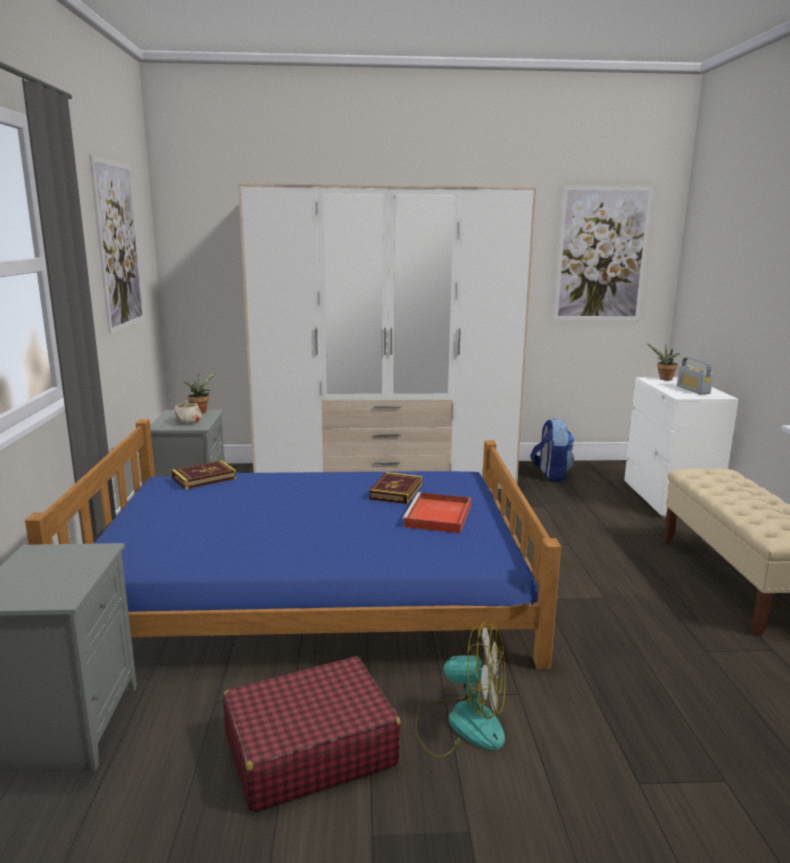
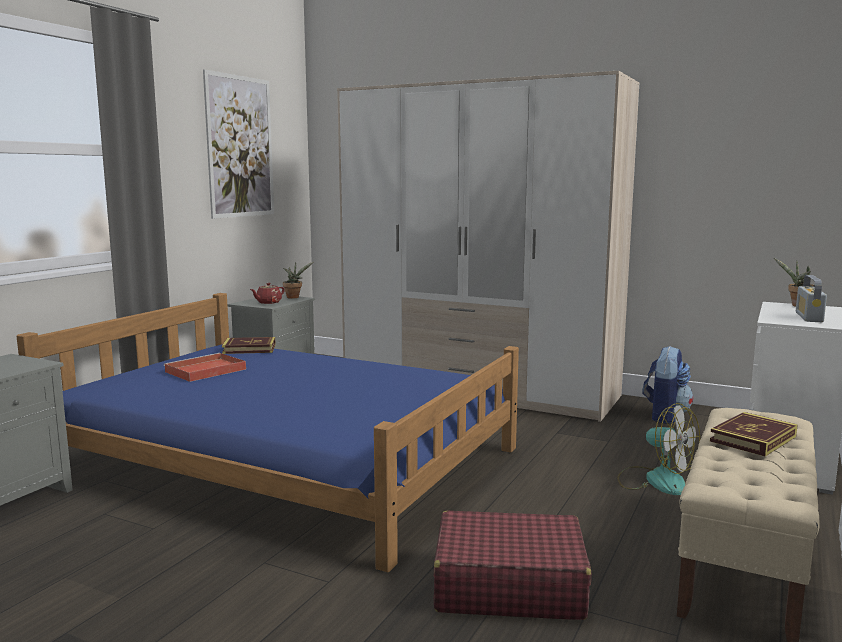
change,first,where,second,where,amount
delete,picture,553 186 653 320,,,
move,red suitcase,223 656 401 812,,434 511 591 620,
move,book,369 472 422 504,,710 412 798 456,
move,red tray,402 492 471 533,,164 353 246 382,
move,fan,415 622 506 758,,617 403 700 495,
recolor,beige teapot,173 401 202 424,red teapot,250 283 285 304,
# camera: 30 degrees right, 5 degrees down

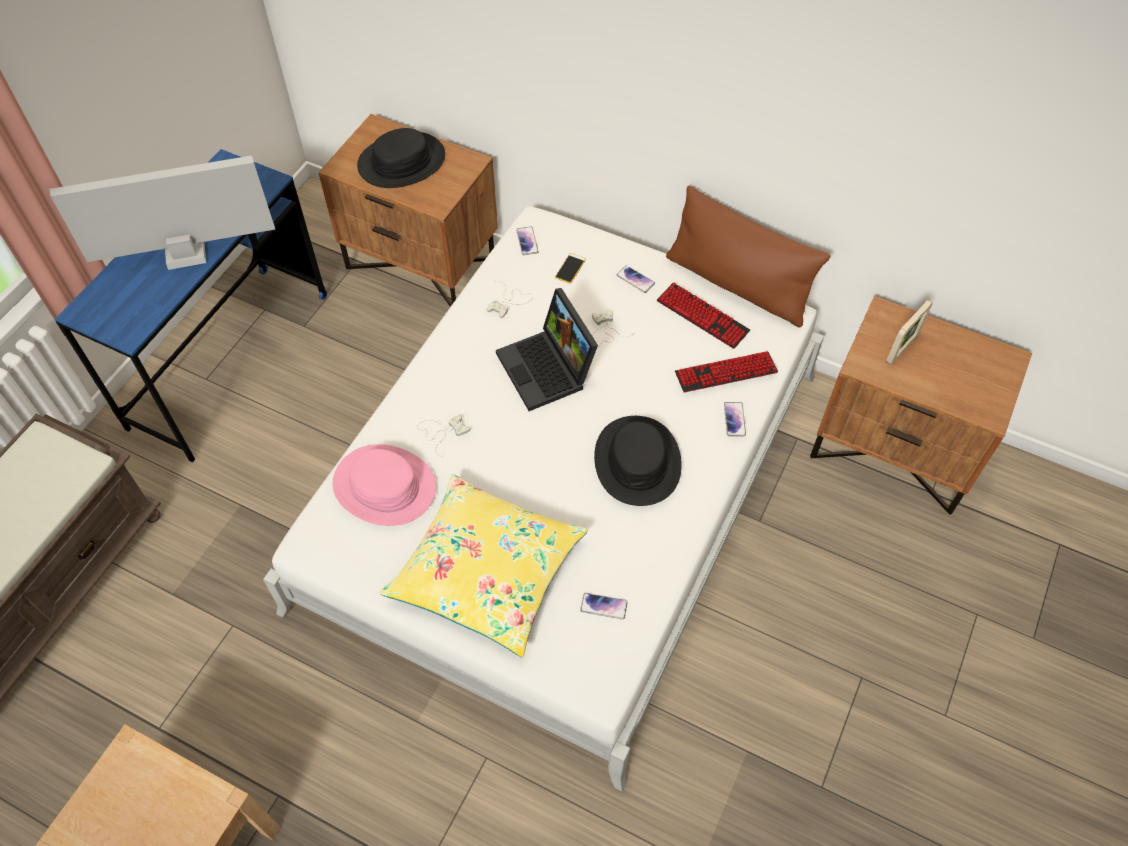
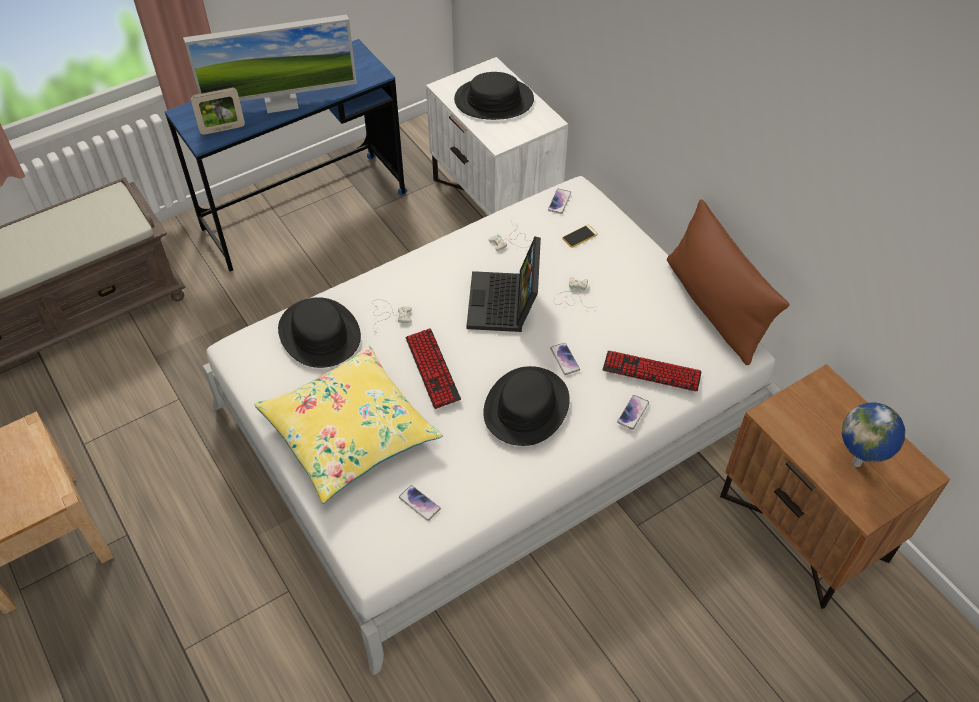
change,first,where,second,where,amount
insert,,,globe,842 402 905 467,
move,phone,617 265 655 293,,550 343 580 375,
move,keyboard,657 282 750 349,,405 328 461 409,
move,picture frame,886 300 933 365,,191 88 245 135,
recolor,brown nightstand,319 114 498 307,white nightstand,426 57 568 216,
recolor,pink hat,332 444 436 526,black hat,278 297 361 368,
rotate,monitor,49 156 275 270,,183 14 357 113,150 degrees clockwise
# camera: 30 degrees right, 5 degrees down

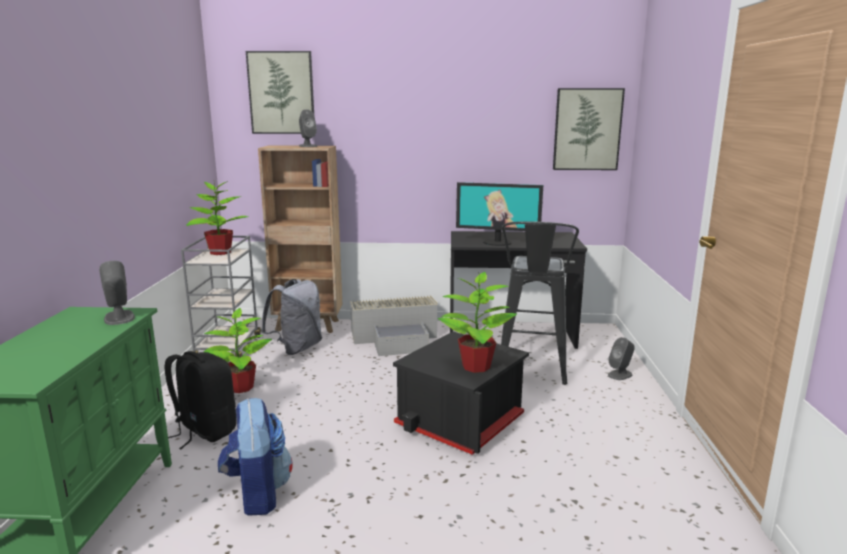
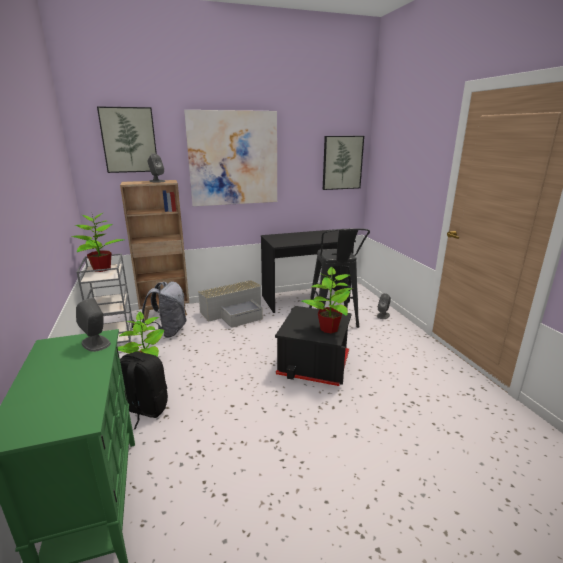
change,first,where,second,where,amount
delete,backpack,218 398 293 516,,,
delete,monitor,456 182 543 246,,,
insert,,,picture,184 110 277 206,
# camera: 20 degrees left, 5 degrees up

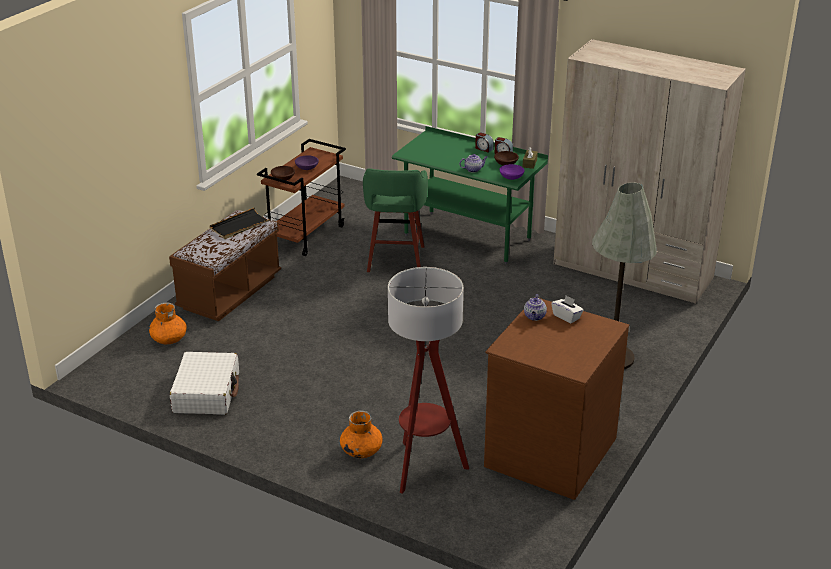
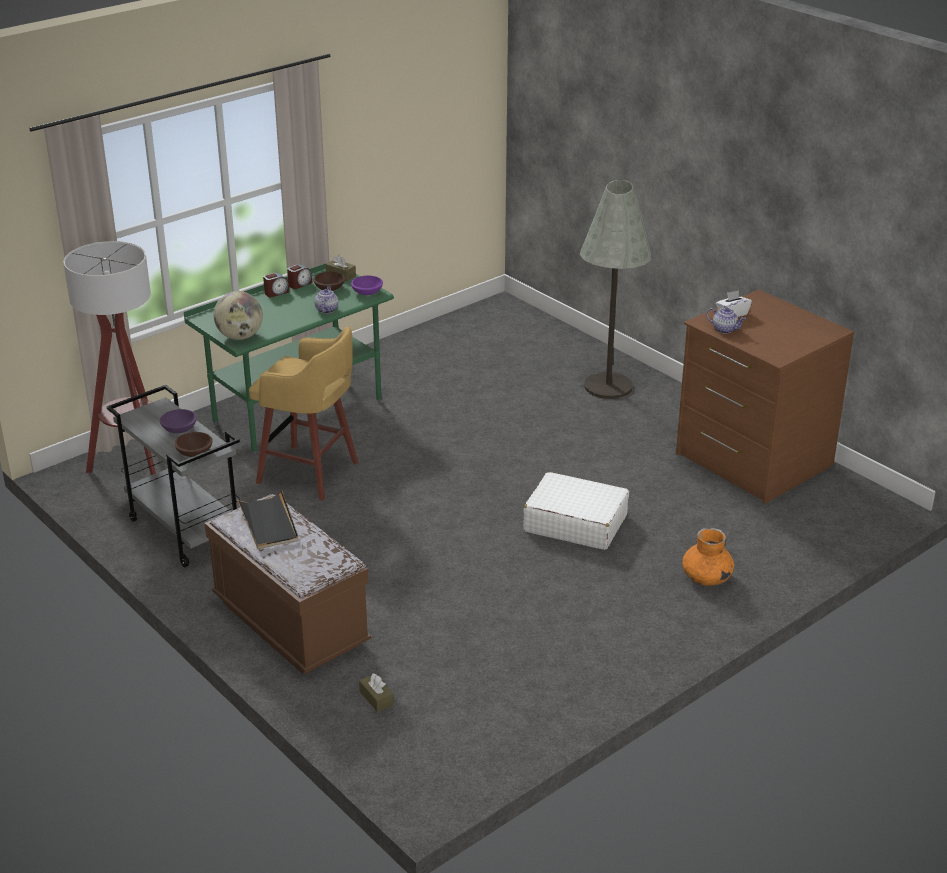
change,first,where,second,where,amount
delete,beige wardrobe,553 39 746 304,,,
insert,,,globe,214 291 263 340,
move,white suitcase,170 352 239 415,,523 472 629 550,
move,floor lamp,388 267 469 493,,63 241 156 475,
replace,orange vase,149 302 187 345,brown tissue box,359 673 394 712,
recolor,brown cart,257 139 346 256,grey cart,107 385 240 568,
recolor,green stool,363 168 428 272,yellow stool,249 327 358 500,
# camera: 70 degrees left, 0 degrees up

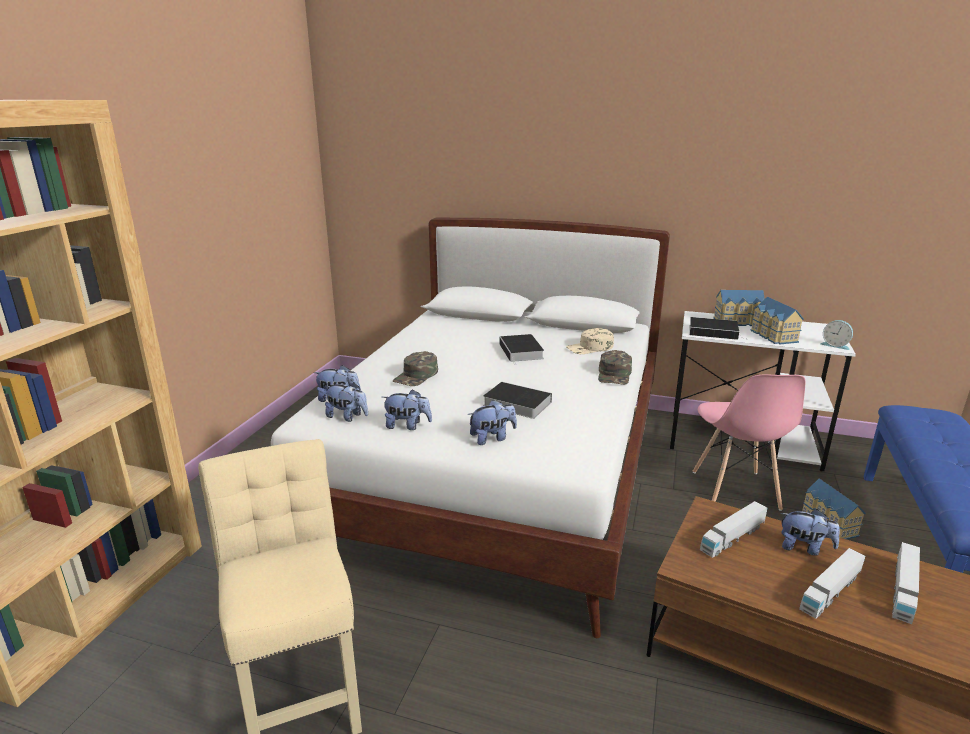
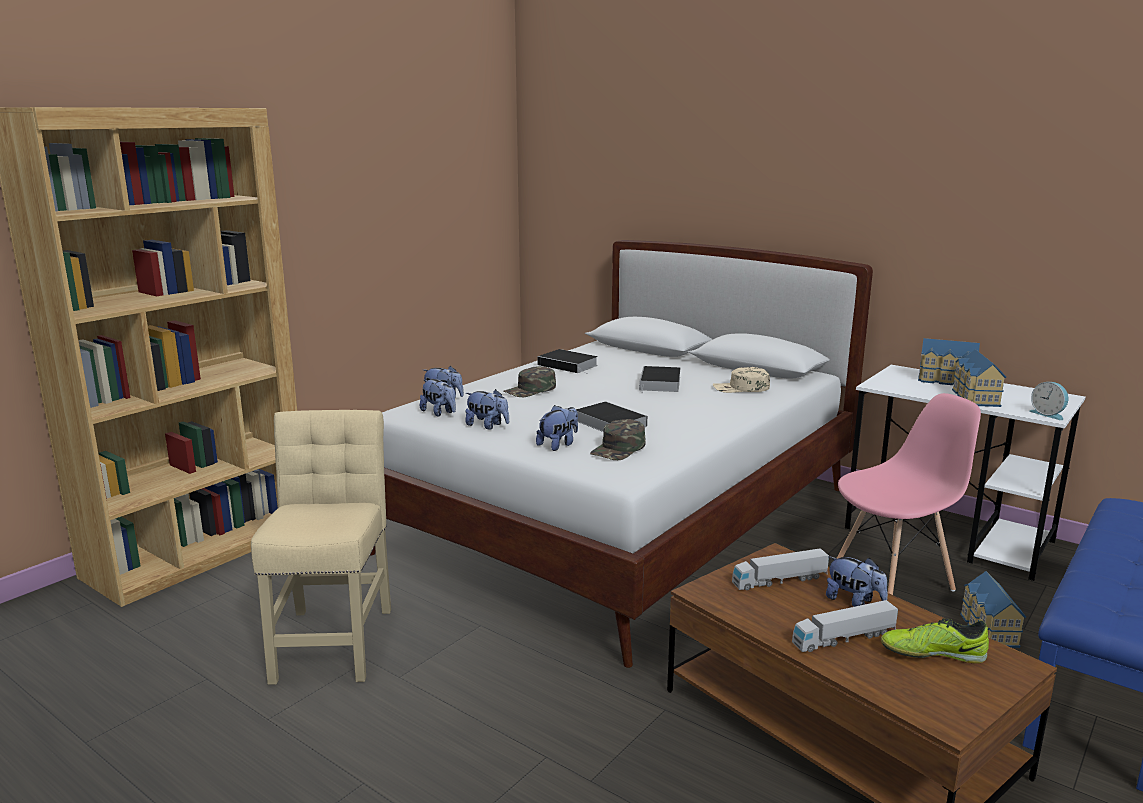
change,first,where,second,where,amount
move,green cap,598 350 632 385,,590 419 646 460,
move,book,689 317 746 340,,538 349 598 374,
replace,toy truck,892 542 920 624,shoe,881 618 989 664,
rotate,plush toy,468 400 517 445,,536 405 578 451,45 degrees counterclockwise
rotate,pink chair,693 375 805 511,,836 393 981 595,135 degrees counterclockwise
# camera: 20 degrees right, 5 degrees down

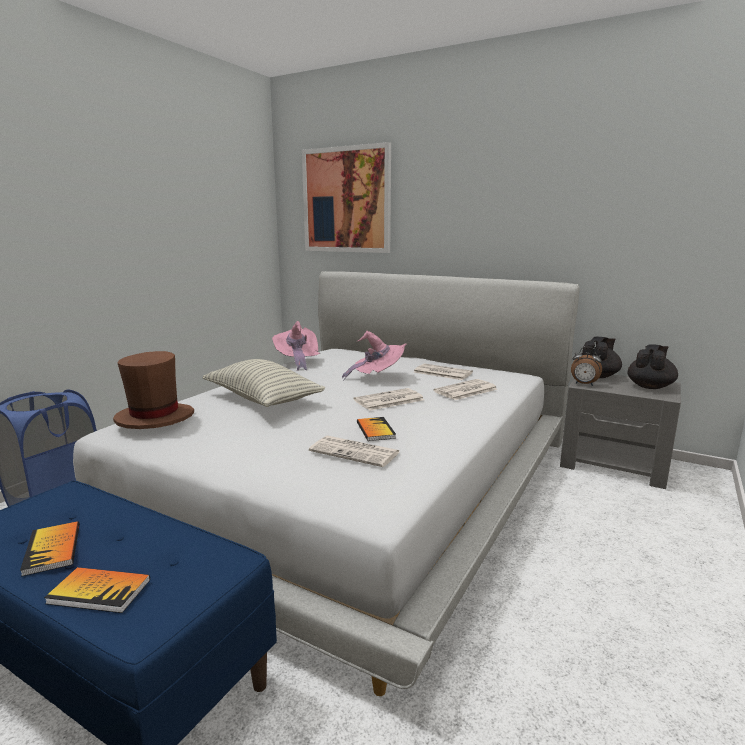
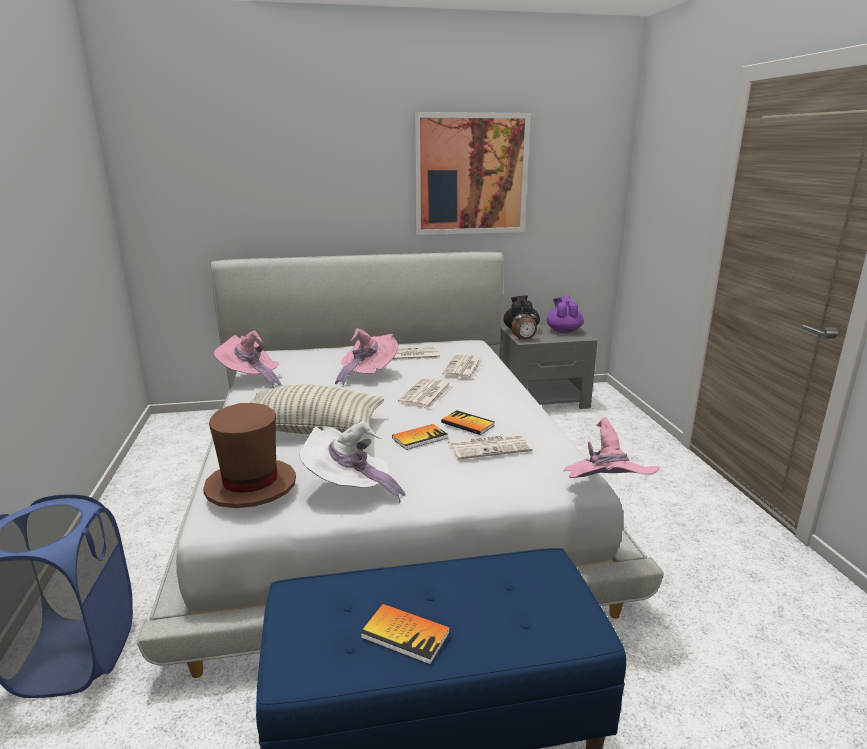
change,first,where,second,where,amount
insert,,,white hat,299 421 406 503,
insert,,,pink hat,563 417 660 478,
move,book,44 567 150 613,,392 424 448 450,
move,picture,302 142 391 253,,414 112 531 235,
recolor,black teapot,628 344 678 389,purple teapot,547 296 584 333,
# camera: 40 degrees left, 5 degrees up

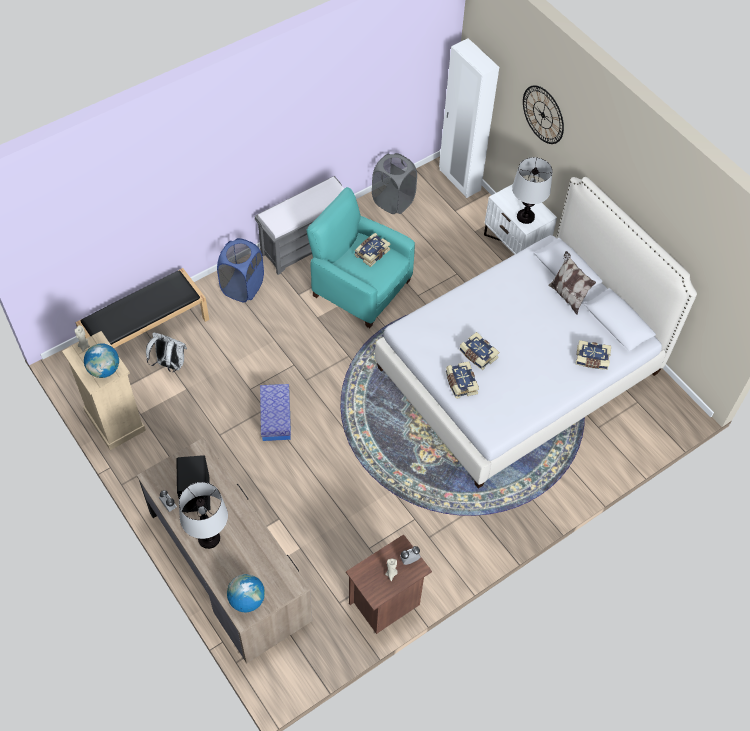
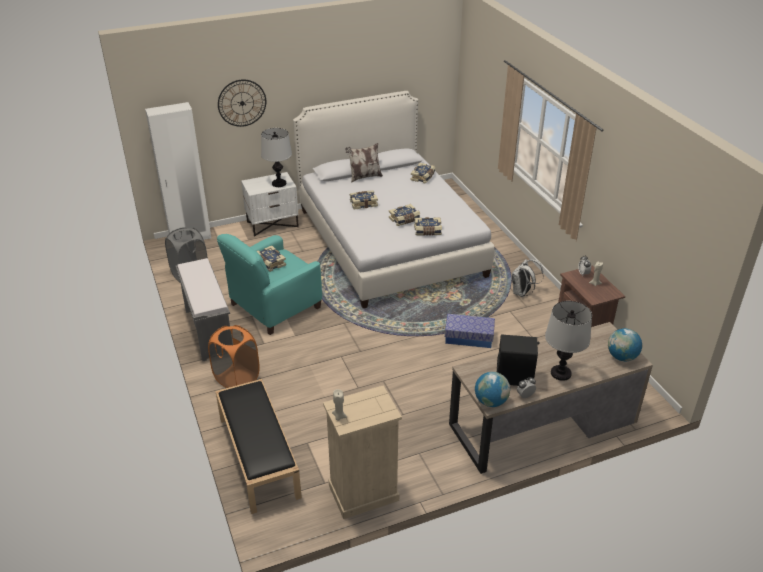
change,first,where,second,where,amount
insert,,,book,350 190 378 210,
move,globe,84 343 119 378,,475 372 510 407,
move,white backpack,146 332 187 372,,511 259 543 297,
move,storage box,260 384 291 441,,445 314 495 348,
recolor,blue laundry basket,217 238 264 302,orange laundry basket,208 325 260 388,
# camera: 75 degrees left, 20 degrees down

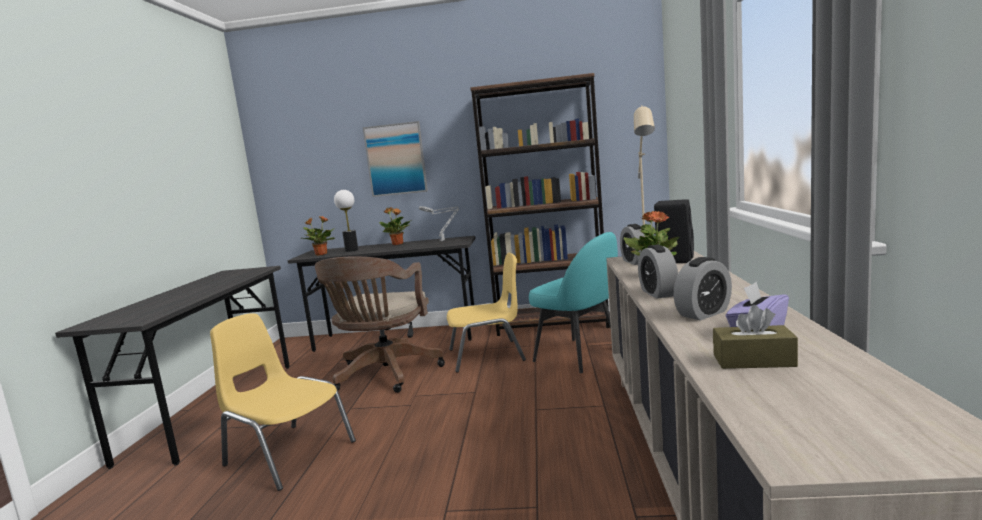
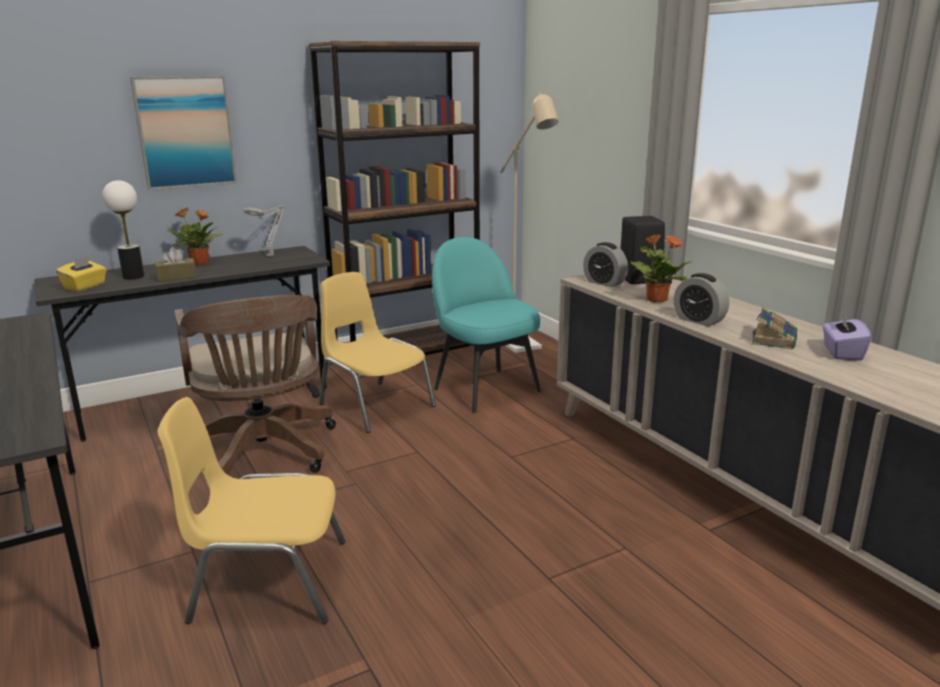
change,first,where,second,where,amount
move,brown tissue box,713 305 798 369,,155 247 197 282,
replace,potted plant,302 216 335 256,yellow tissue box,56 255 107 291,
replace,alarm clock,673 257 732 320,book,752 307 797 349,
rotate,yellow chair,447 253 526 372,,319 272 436 433,90 degrees counterclockwise
rotate,turquoise chair,529 232 618 373,,432 237 541 413,135 degrees counterclockwise
# camera: 35 degrees left, 10 degrees up

